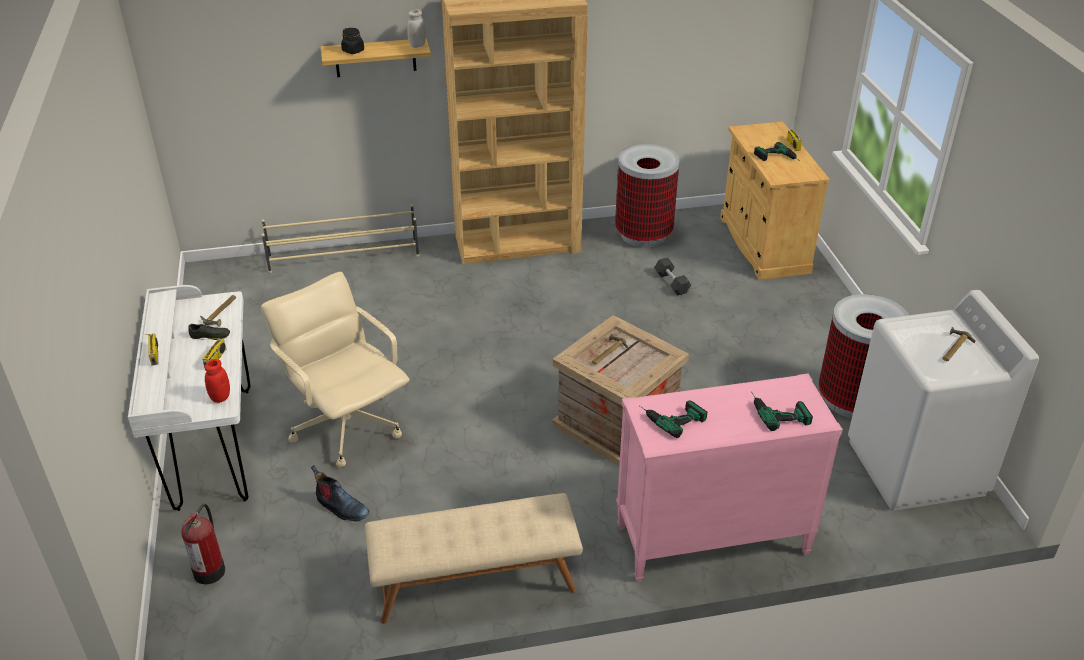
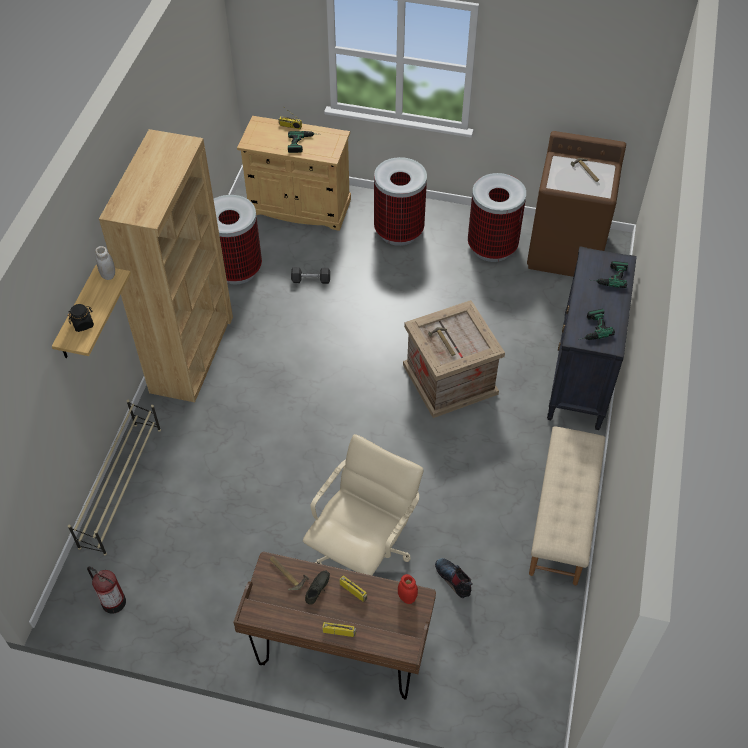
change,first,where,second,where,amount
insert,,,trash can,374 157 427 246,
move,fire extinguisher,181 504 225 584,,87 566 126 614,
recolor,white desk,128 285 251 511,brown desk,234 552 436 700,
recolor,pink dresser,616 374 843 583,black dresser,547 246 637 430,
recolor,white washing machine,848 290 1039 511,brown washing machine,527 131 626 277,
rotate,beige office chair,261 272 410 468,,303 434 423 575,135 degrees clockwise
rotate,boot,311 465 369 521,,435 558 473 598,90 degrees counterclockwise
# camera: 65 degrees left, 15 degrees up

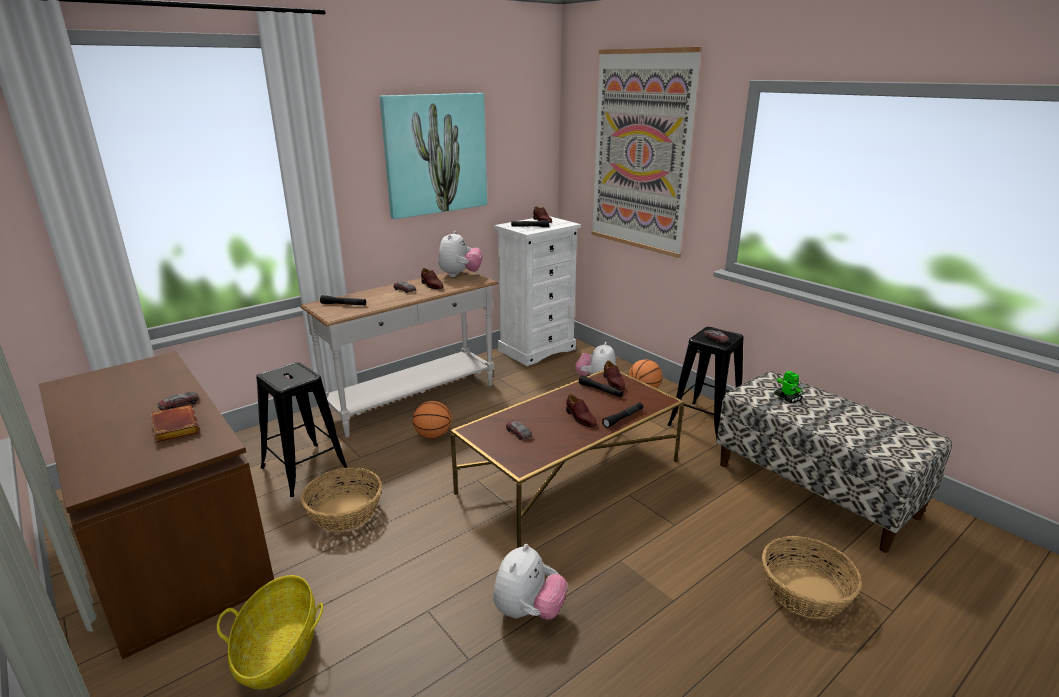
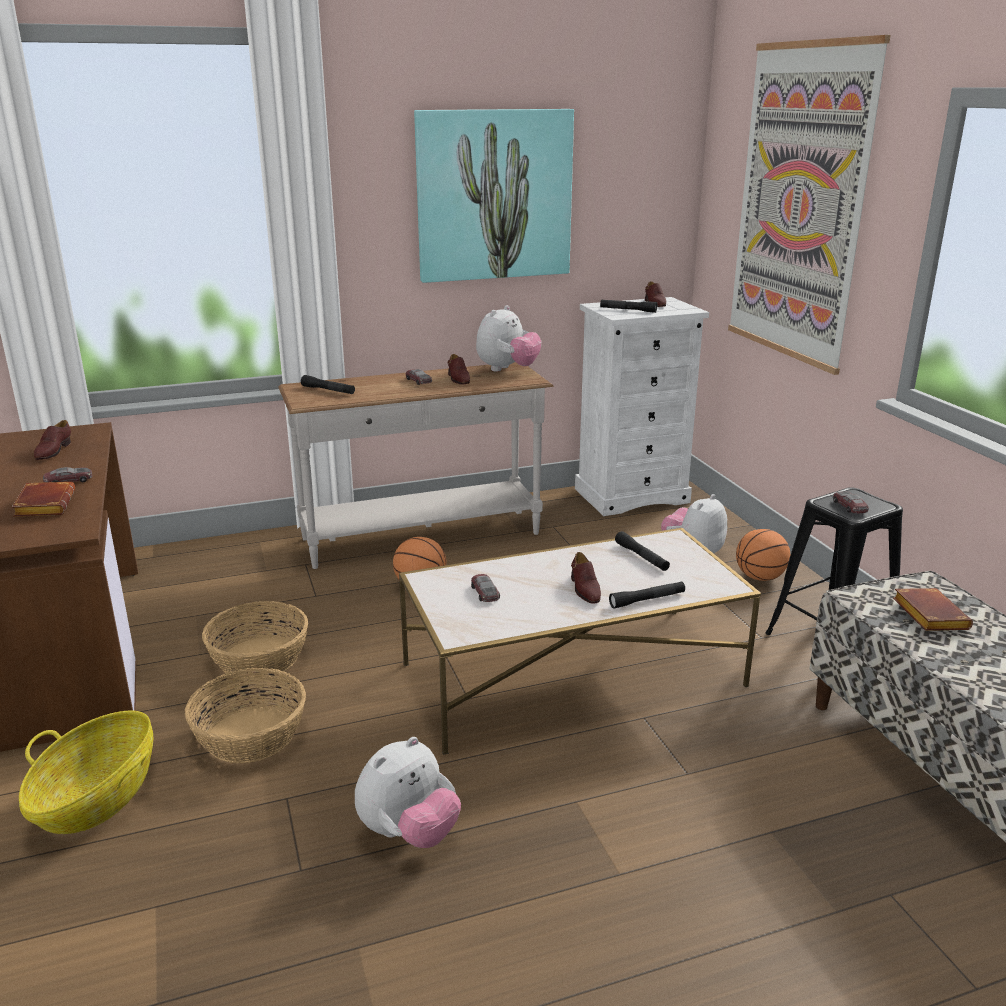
change,first,where,second,where,amount
delete,black stool,256 362 348 497,,,
move,brown shoe,603 360 625 390,,34 420 71 460,
move,basket,762 536 862 619,,185 668 306 763,
replace,toy robot,774 371 804 403,brown book,893 588 973 631,
recolor,brown coffee table,450 370 684 548,white coffee table,399 528 761 755,
# camera: 20 degrees right, 0 degrees up

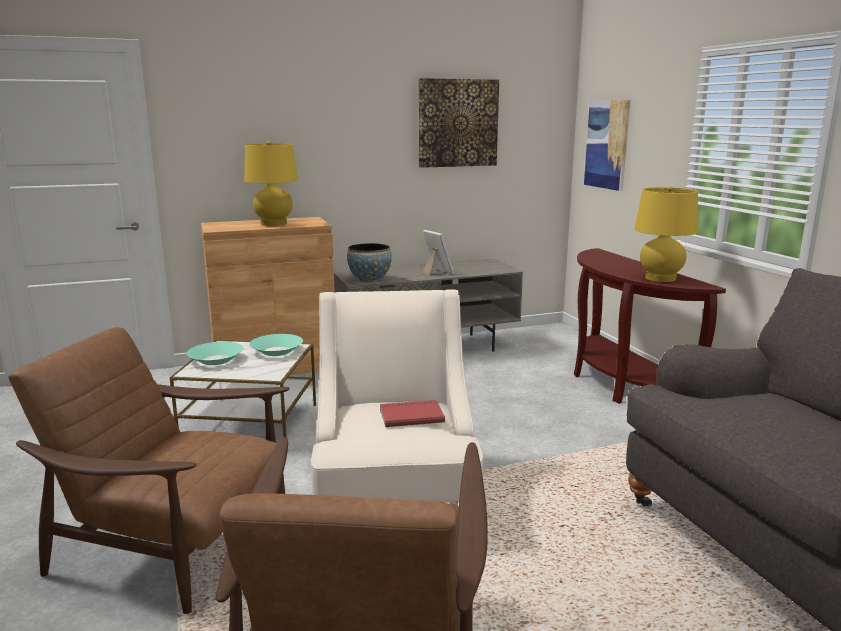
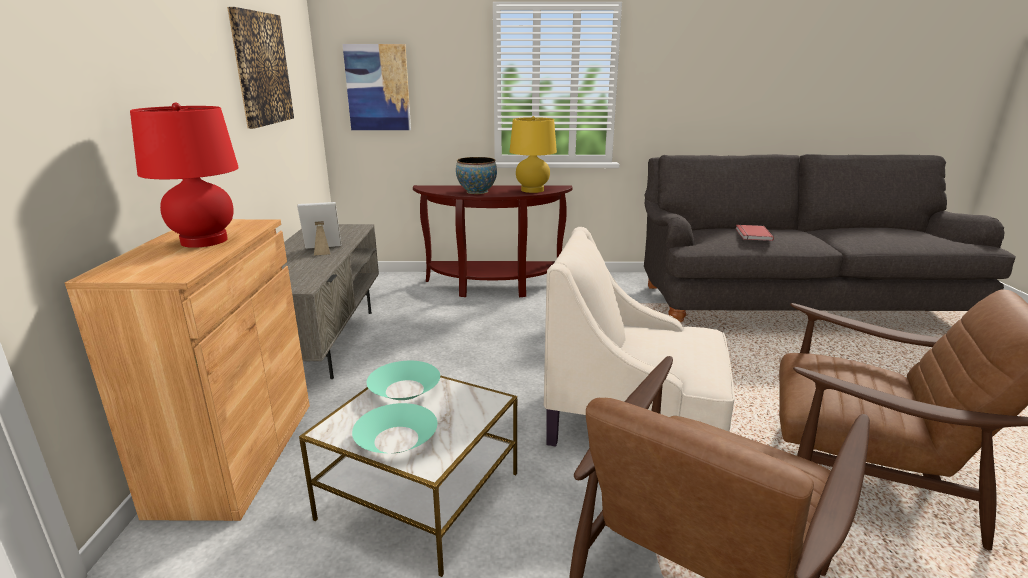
change,first,where,second,where,amount
move,bowl,347 243 392 283,,456 157 497 194,
move,red book,380 400 445 427,,735 225 774 241,
recolor,yellow table lamp,244 141 298 226,red table lamp,130 103 239 248,
# camera: 70 degrees left, 5 degrees up

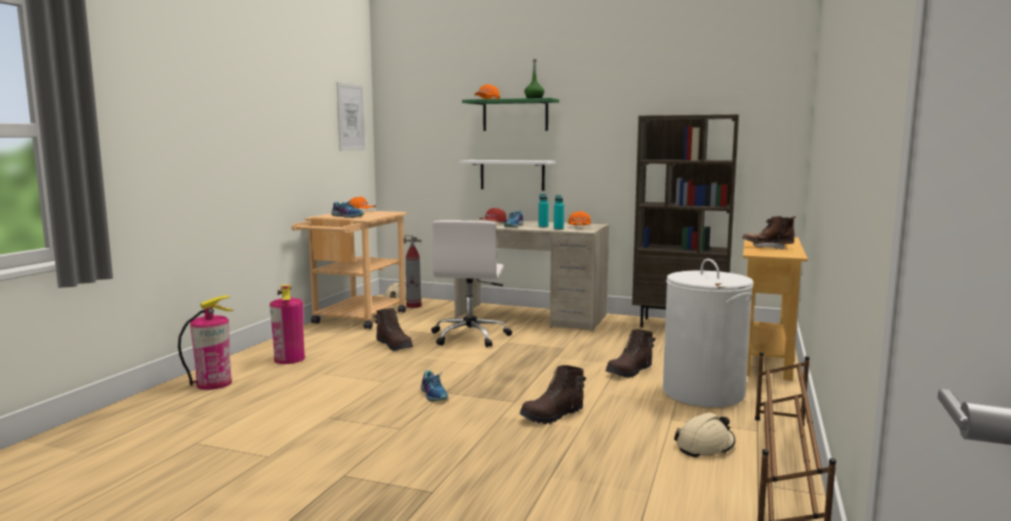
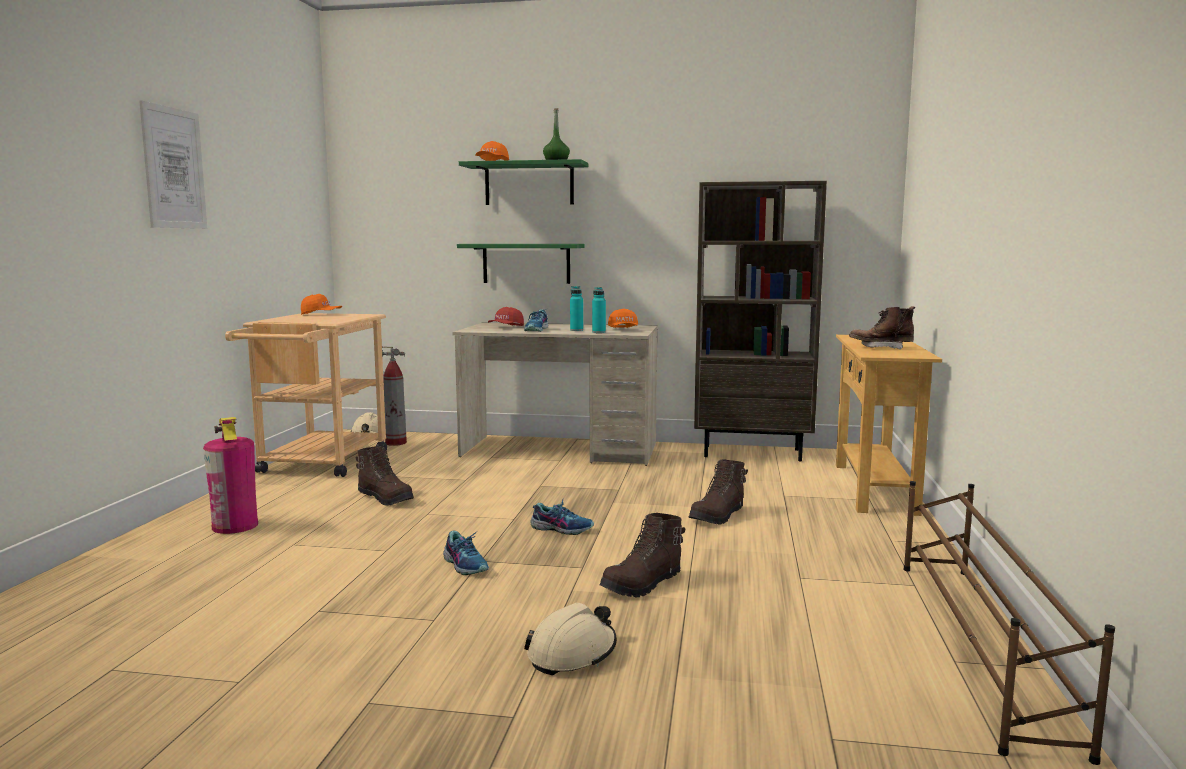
change,first,where,second,where,amount
delete,fire extinguisher,178 295 233 390,,,
delete,white office chair,431 220 512 347,,,
delete,white laundry basket,663 259 754 407,,,
move,shoe,331 201 364 218,,530 498 594 535,
move,picture,336 82 366 151,,139 100 207 229,
move,beige hard hat,674 413 735 457,,524 603 617 675,
recolor,white shelf,460 160 556 191,green shelf,457 244 585 284,
# camera: 10 degrees left, 0 degrees up

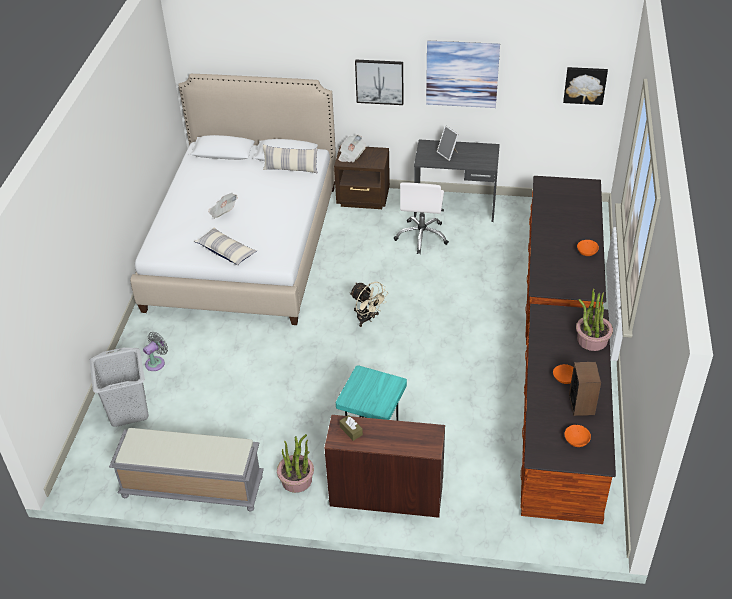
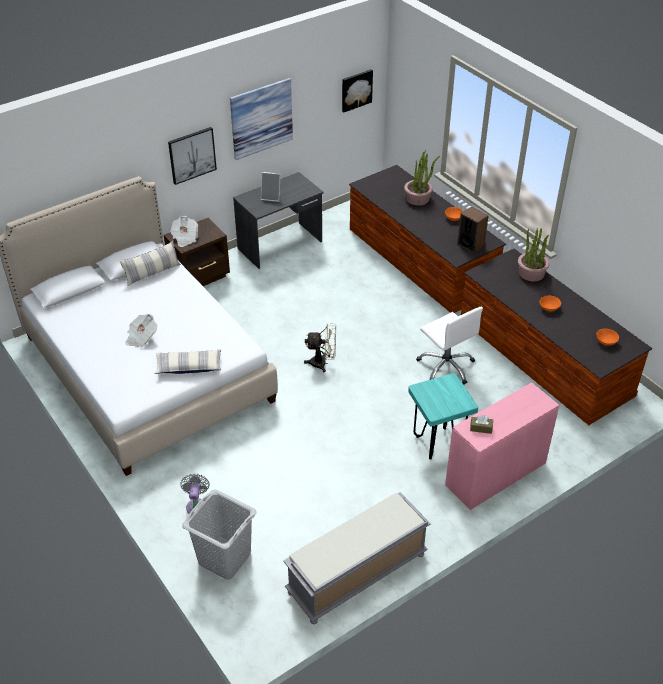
change,first,where,second,where,amount
move,potted plant,277 434 314 493,,404 150 440 206,
move,white office chair,394 182 449 254,,416 307 483 385,
move,speaker,569 362 601 416,,457 206 489 253,
recolor,brown desk,324 415 445 518,pink desk,445 382 559 510,
# camera: 45 degrees left, 0 degrees up

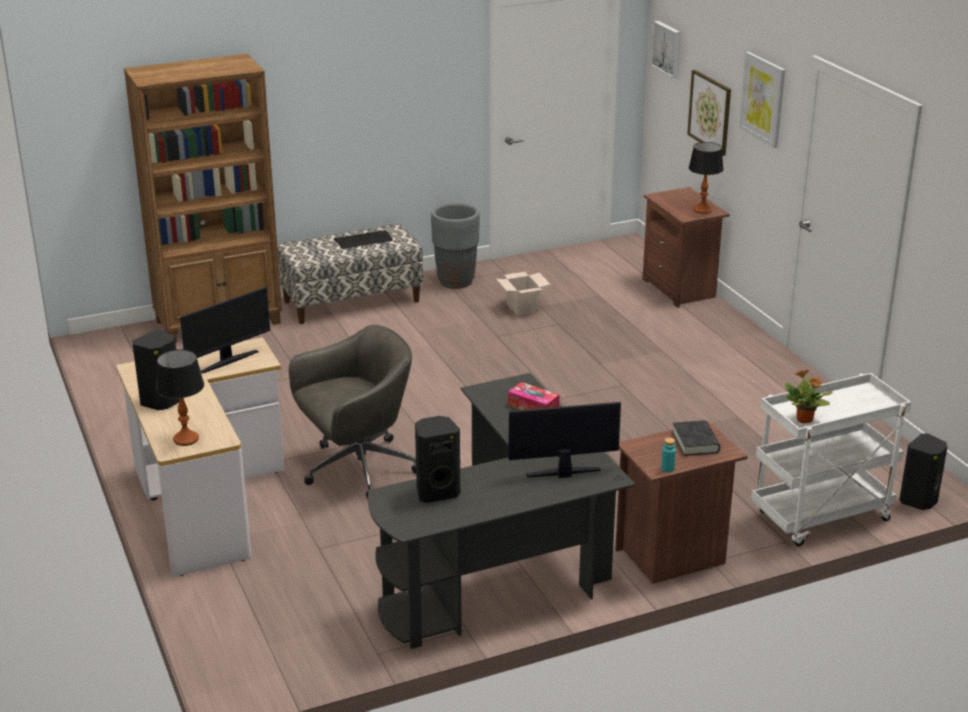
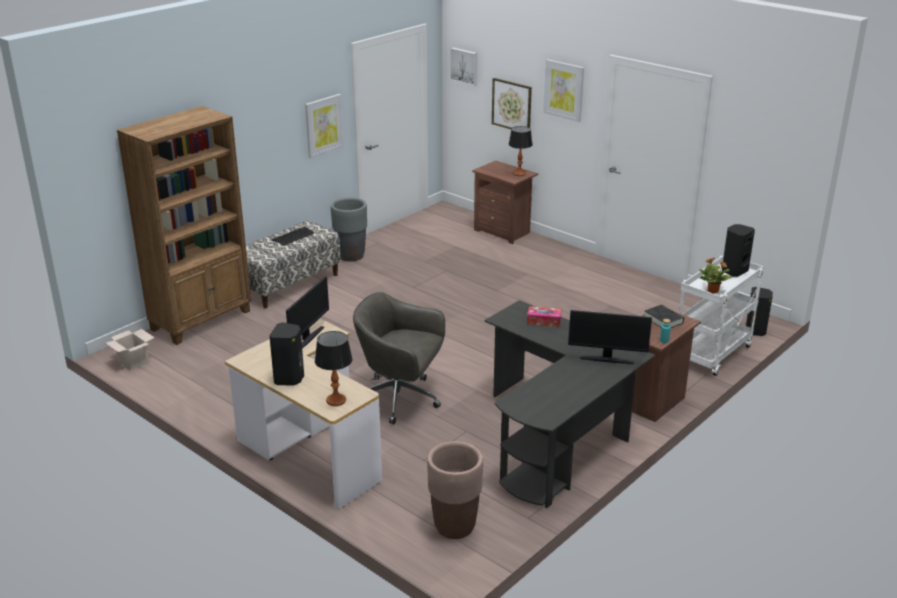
change,first,where,second,where,amount
insert,,,picture,305 94 344 158,
insert,,,brown planter,427 441 483 539,
move,black speaker,415 416 460 503,,722 224 755 277,
move,cardboard box,497 272 551 316,,106 329 155 370,
rotate,grey office chair,289 325 416 499,,353 292 445 424,105 degrees counterclockwise
rotate,monitor,508 402 621 478,,568 310 652 364,135 degrees counterclockwise
# camera: 25 degrees left, 0 degrees up

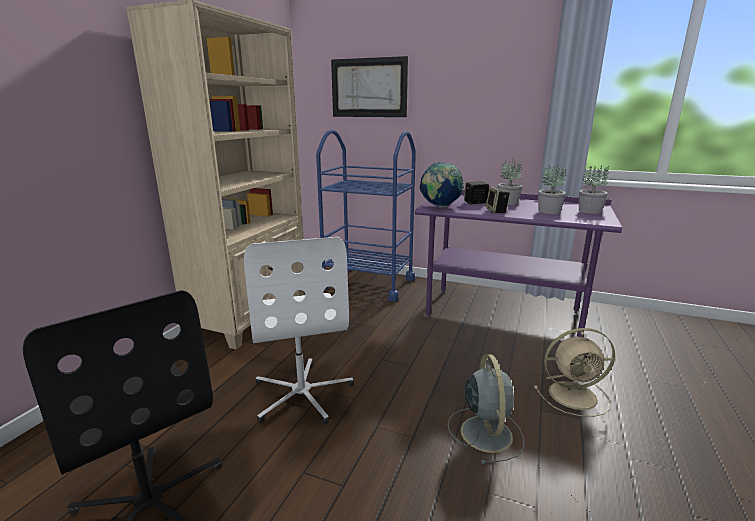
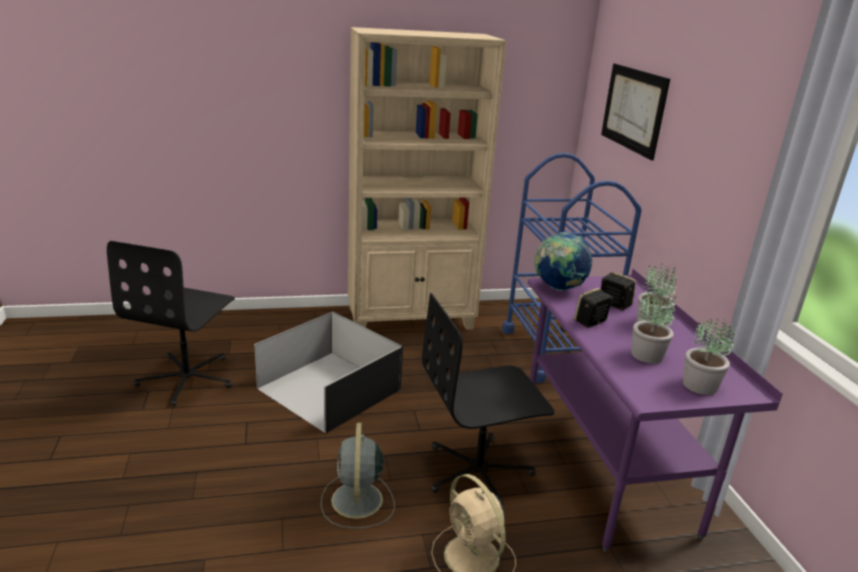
change,first,where,second,where,amount
insert,,,black office chair,422 293 555 505,
replace,white office chair,244 237 354 424,black storage box,254 312 403 433,
rotate,grey fan,448 354 524 464,,321 422 395 529,120 degrees clockwise
# camera: 55 degrees right, 5 degrees up

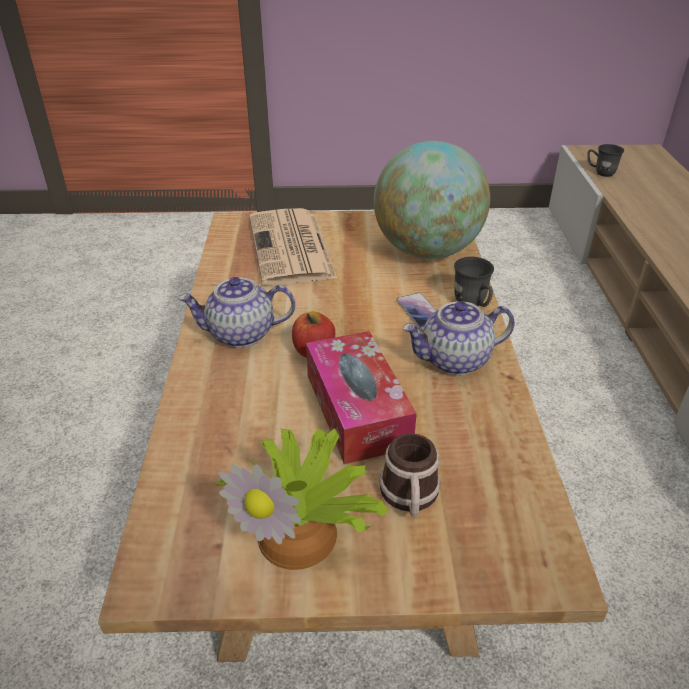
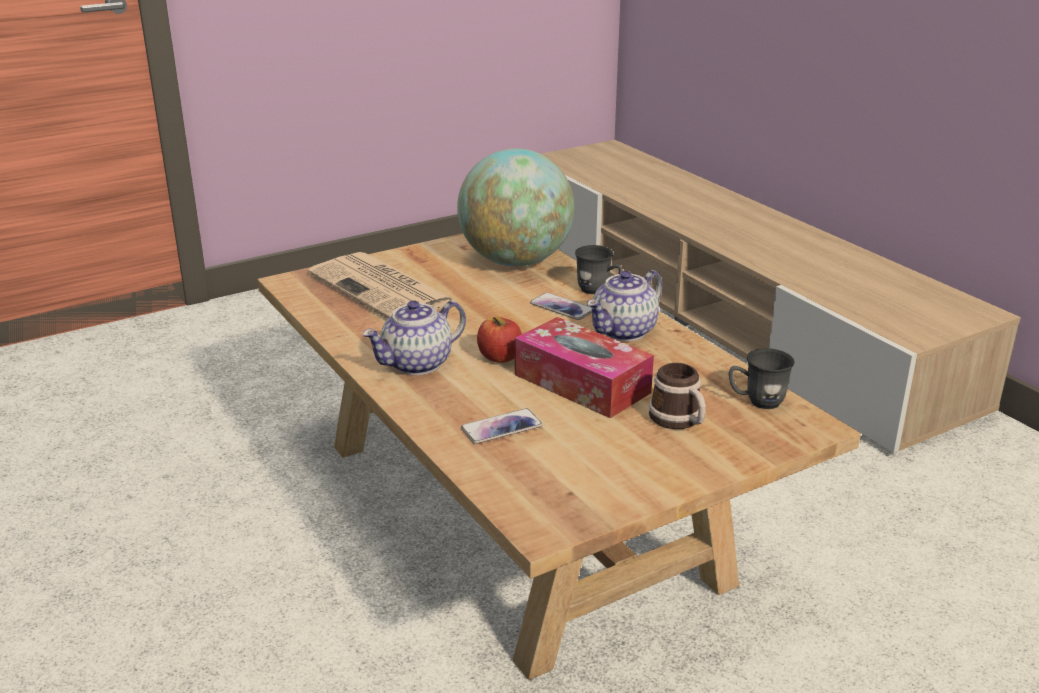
change,first,where,second,where,amount
delete,potted plant,214 429 388 570,,,
insert,,,phone,461 408 543 444,
move,grey mug,587 144 624 177,,729 348 795 409,
# camera: 30 degrees left, 10 degrees down

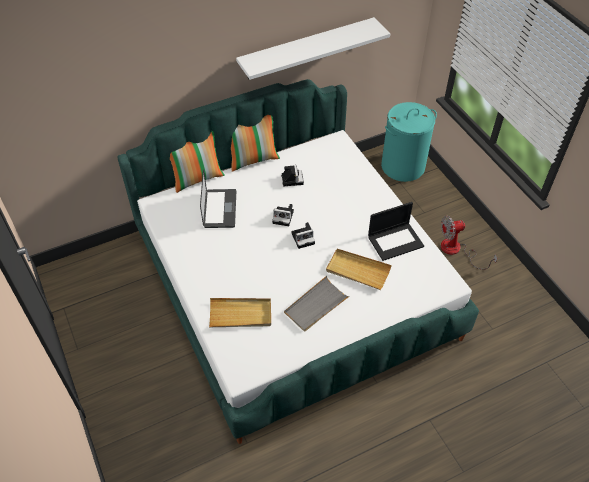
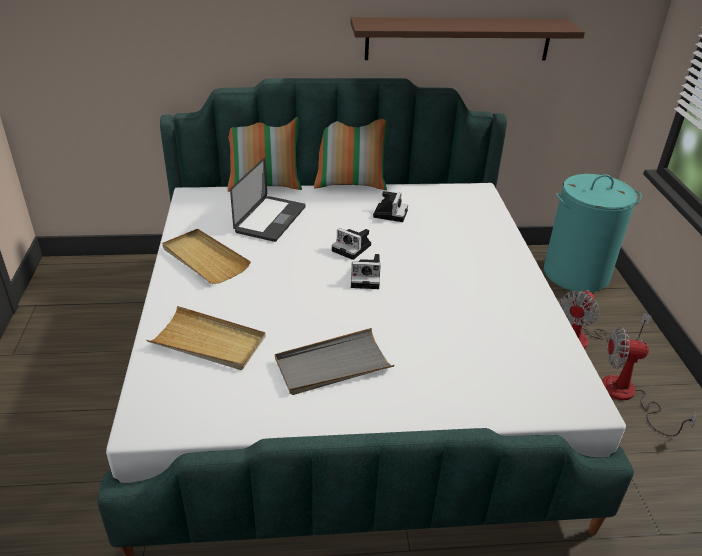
change,first,where,second,where,amount
delete,laptop,368 202 424 261,,,
insert,,,fan,560 290 652 349,
move,beige tray,326 249 392 290,,162 229 251 284,
recolor,white shelf,236 17 390 80,brown shelf,350 17 585 61,
# camera: 20 degrees right, 15 degrees down

